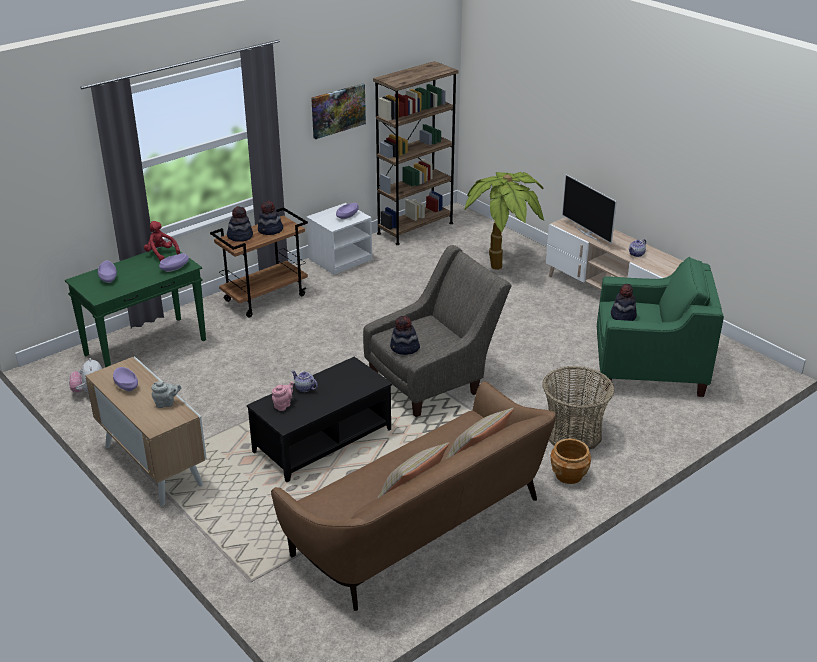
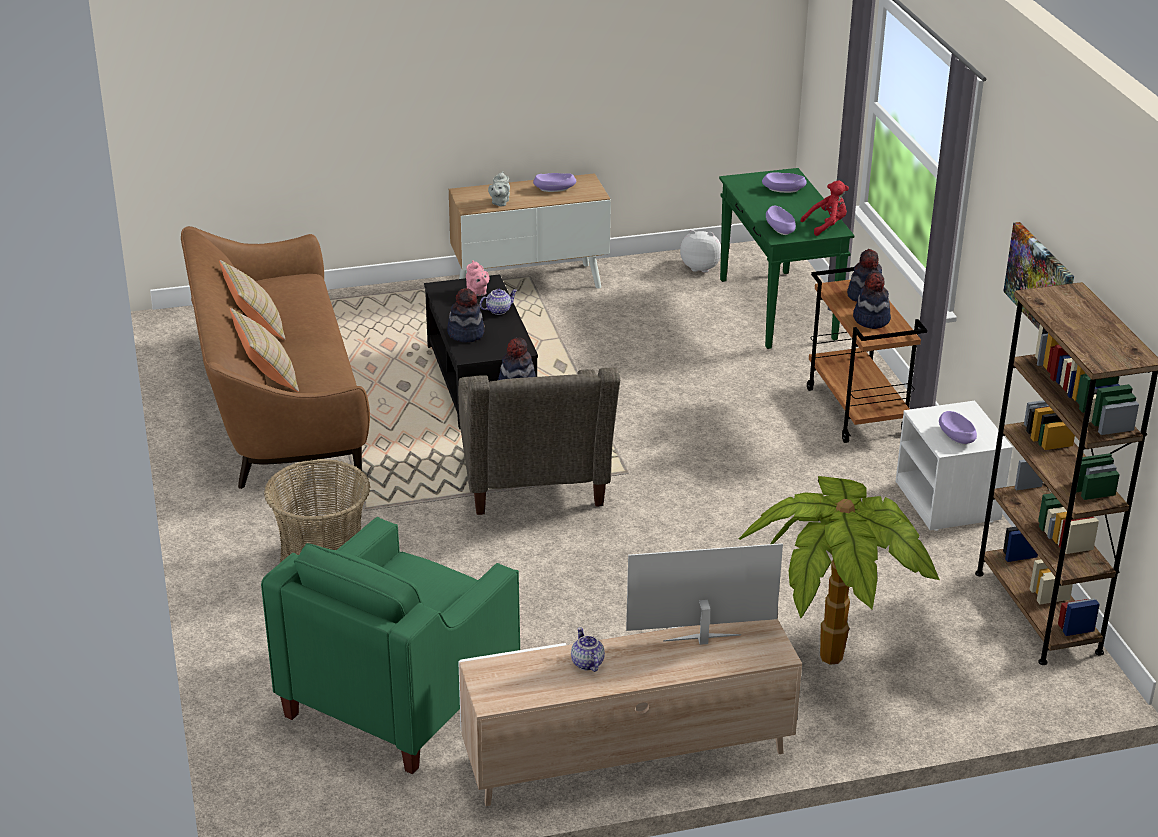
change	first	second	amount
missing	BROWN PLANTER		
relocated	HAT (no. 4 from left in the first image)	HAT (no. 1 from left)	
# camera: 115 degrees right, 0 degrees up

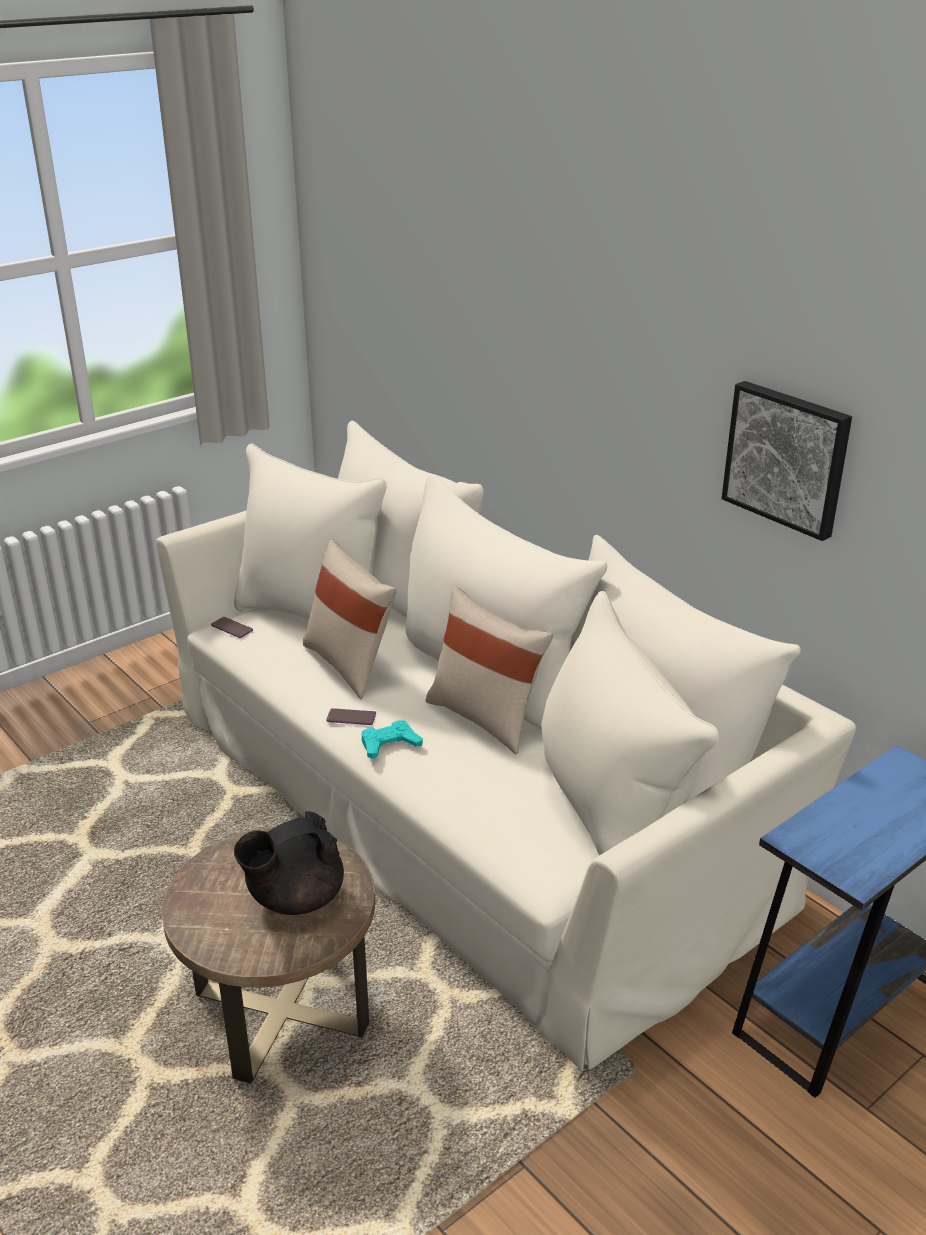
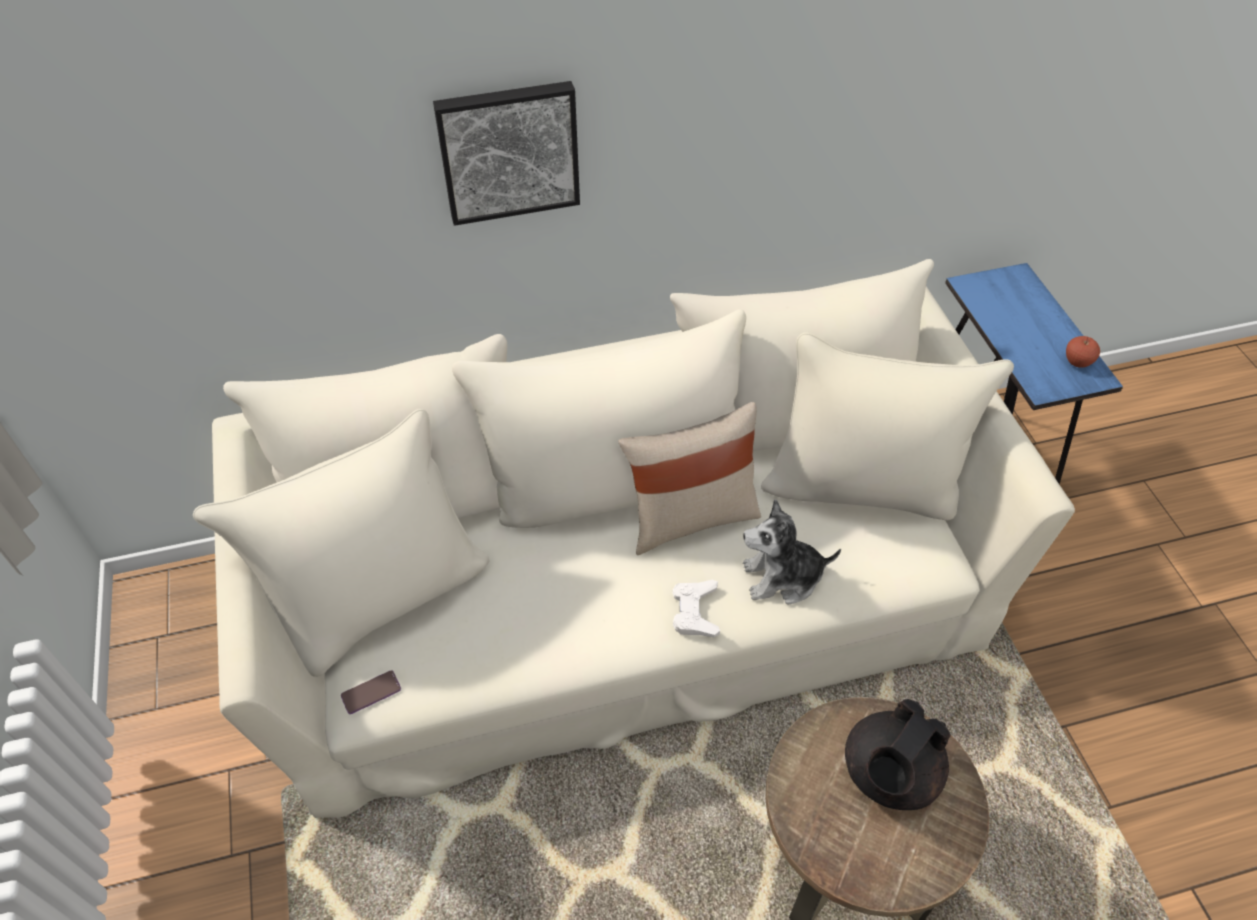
change	first	second	amount
spun	BLACK TEAPOT		45 degrees clockwise
missing	BEIGE PILLOW (no. 1 from left)		
missing	PHONE (no. 2 from left)		
colour	TURQUOISE GAME CONTROLLER	WHITE GAME CONTROLLER	
relocated	PICTURE		
appeared		PLUSH TOY	
appeared		APPLE	
# camera: 65 degrees left, 20 degrees up

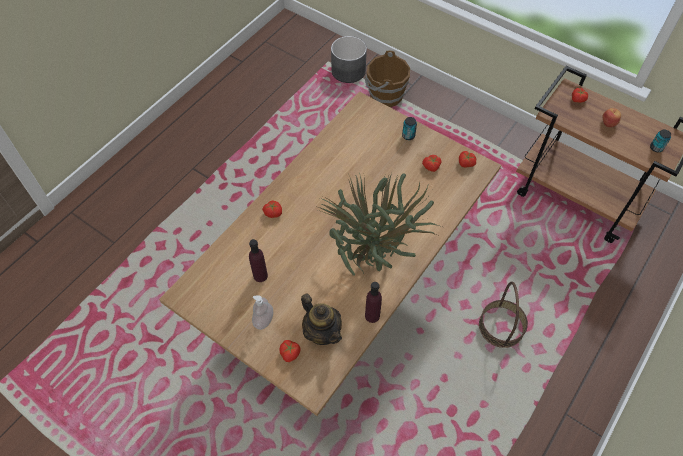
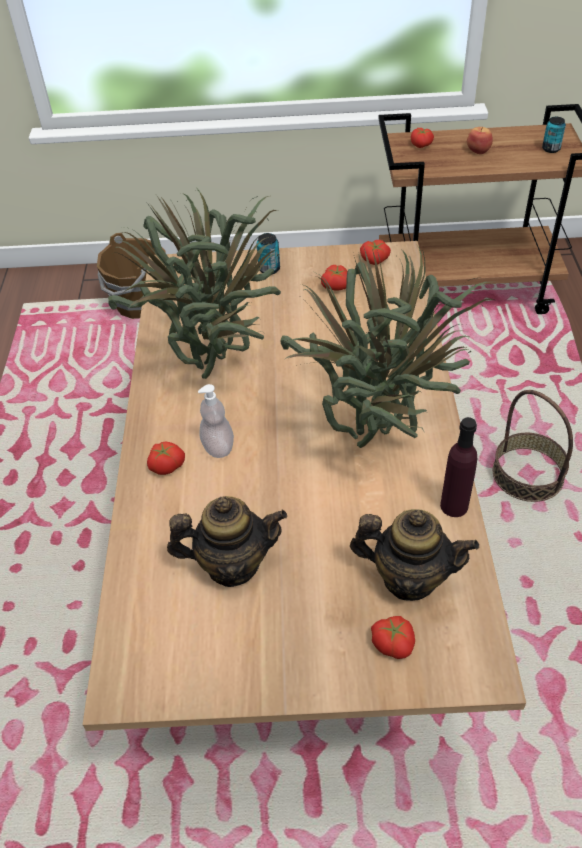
change	first	second	amount
exchanged	PURPLE BOTTLE (no. 1 from left)	TEAPOT (no. 1 from left)	
relocated	SOAP DISPENSER		
missing	GREY PLANTER		
appeared		POTTED PLANT (no. 1 from left)	
# camera: 35 degrees left, 10 degrees down

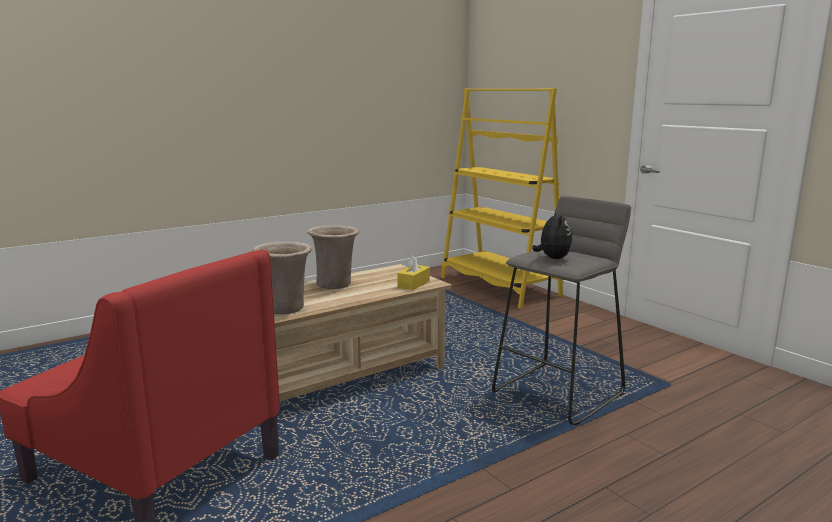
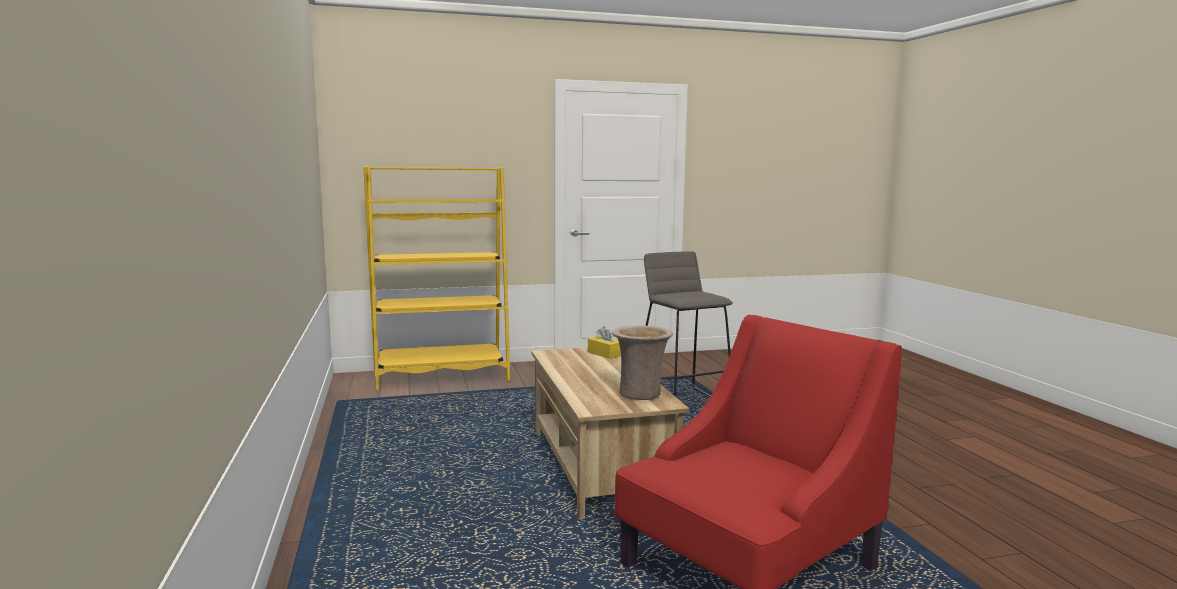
change	first	second	amount
missing	BEIGE VASE (no. 2 from left)		
missing	PLUSH TOY		
# camera: 70 degrees left, 5 degrees down

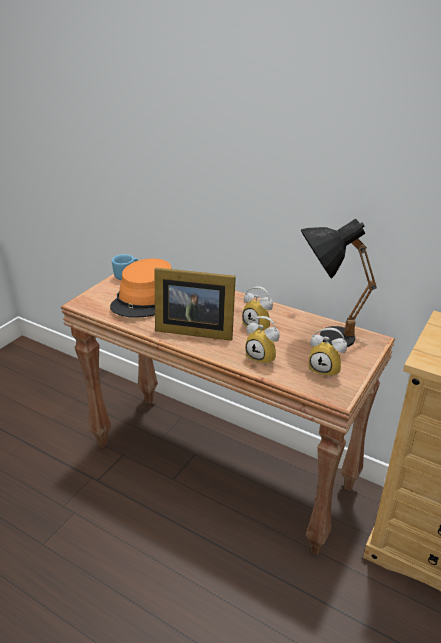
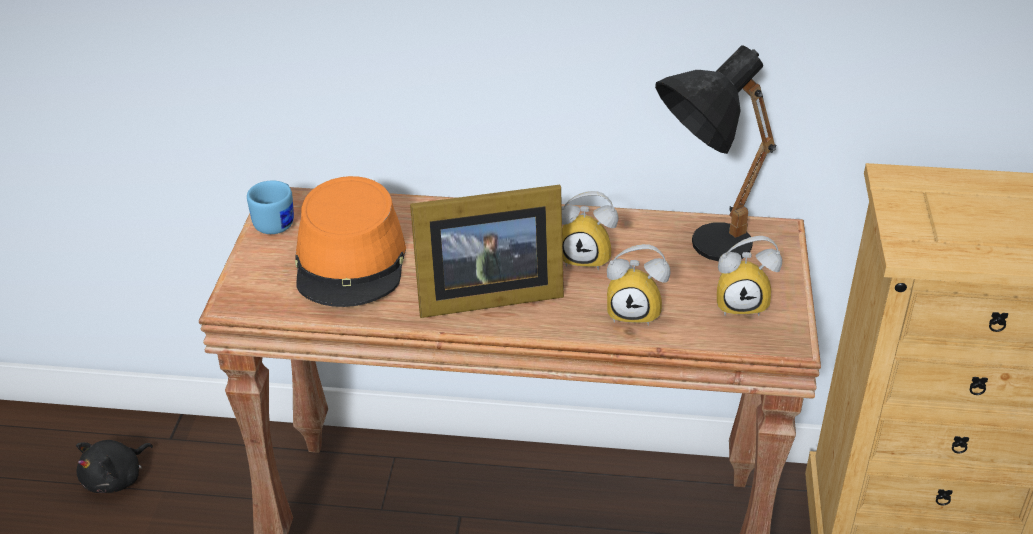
change	first	second	amount
appeared		BLACK PLUSH TOY	
# camera: 25 degrees left, 5 degrees up

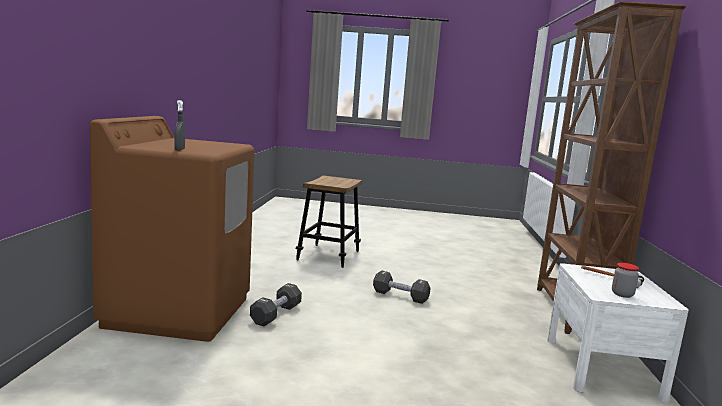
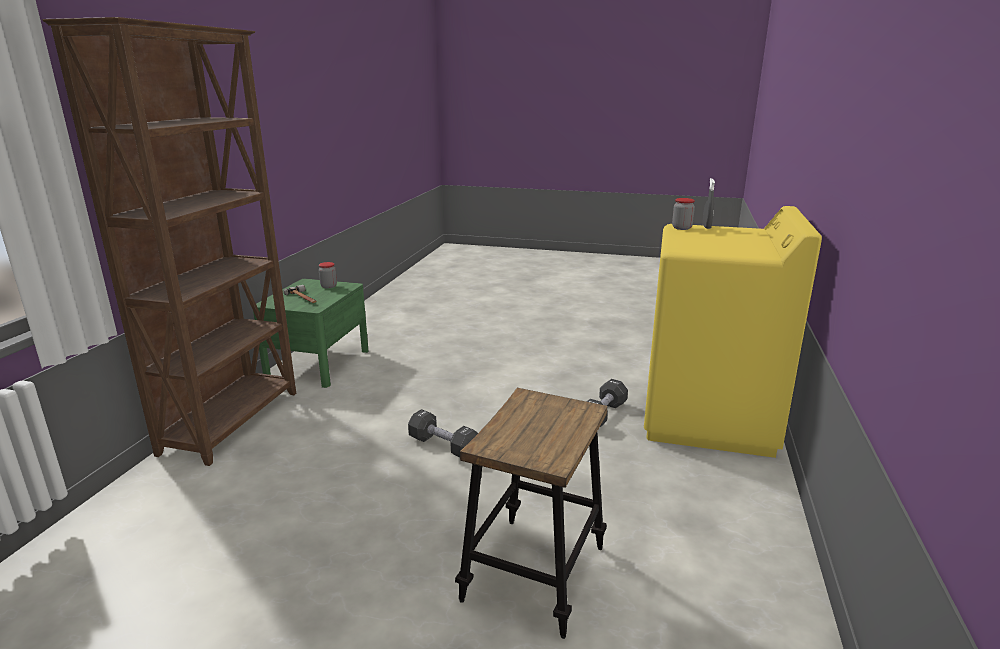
change	first	second	amount
colour	BROWN WASHING MACHINE	YELLOW WASHING MACHINE	
colour	WHITE NIGHTSTAND	GREEN NIGHTSTAND	
appeared		JAR (no. 2 from left)	
# camera: 170 degrees left, 10 degrees up

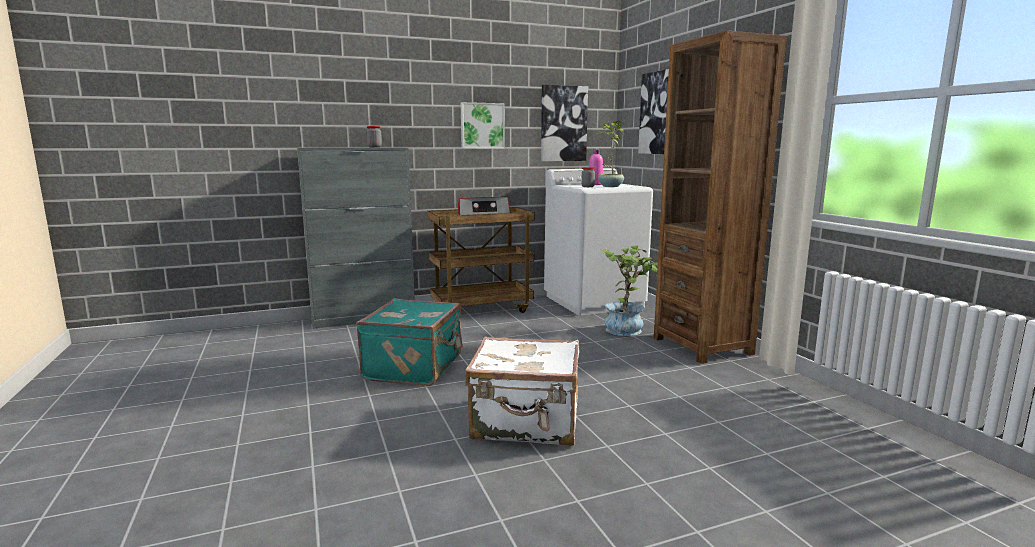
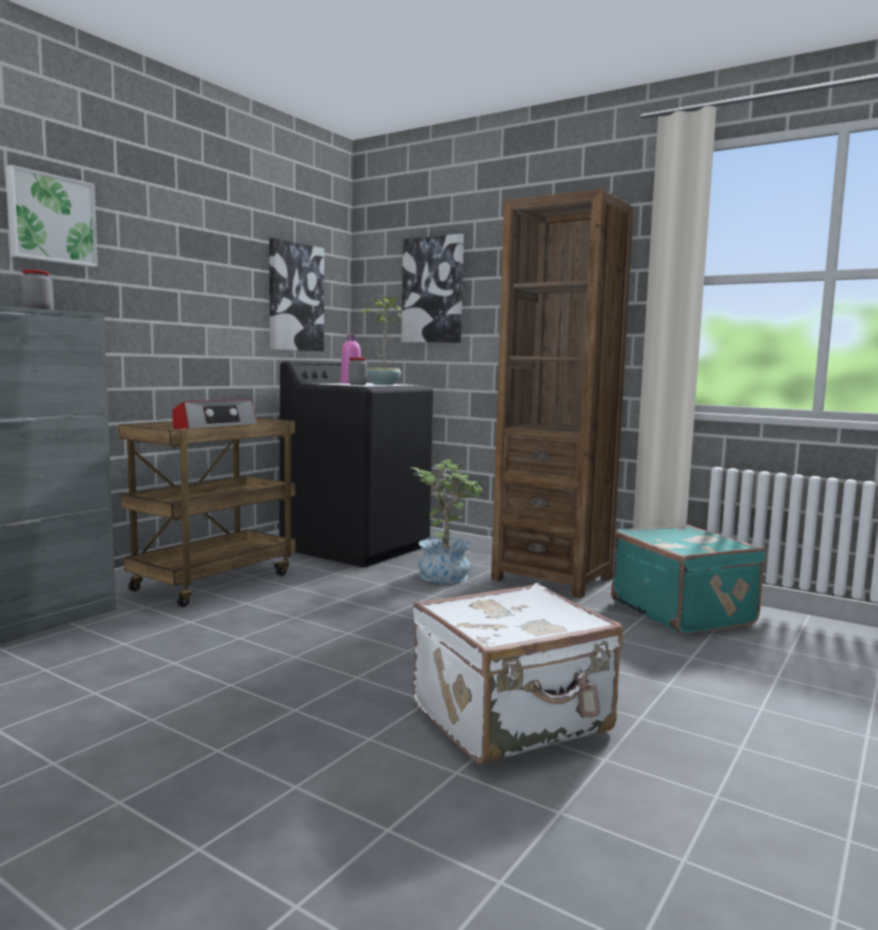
change	first	second	amount
relocated	TURQUOISE SUITCASE		
relocated	PICTURE (no. 1 from left)		
colour	WHITE WASHING MACHINE	BLACK WASHING MACHINE	
# camera: 35 degrees left, 5 degrees down

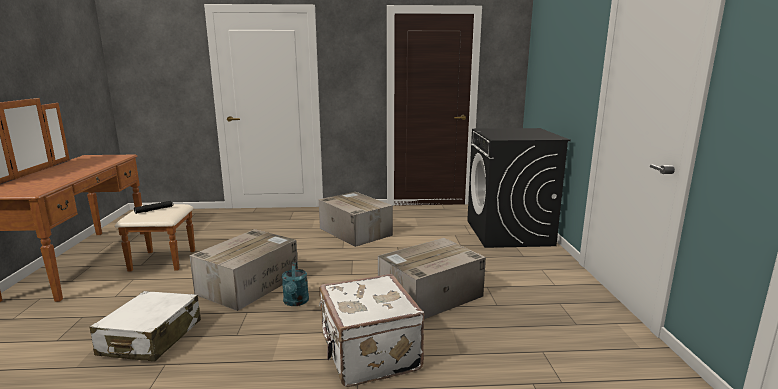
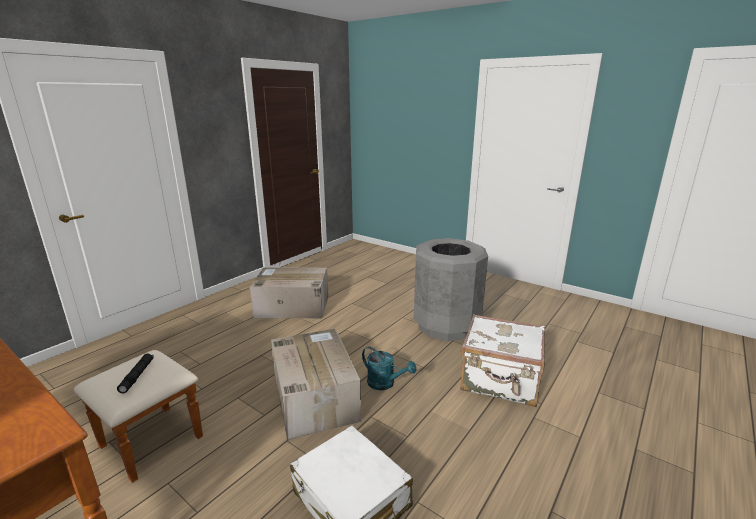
change	first	second	amount
exchanged	CARDBOARD BOX (no. 3 from left)	GREY TRASH CAN	
missing	BLACK WASHING MACHINE		
# camera: 50 degrees left, 5 degrees up

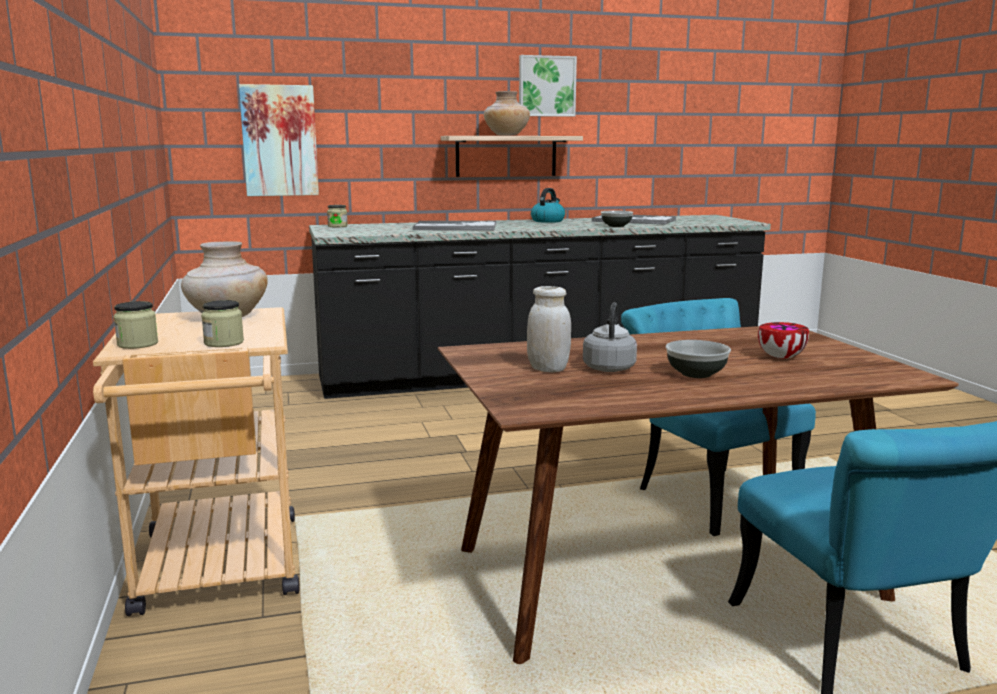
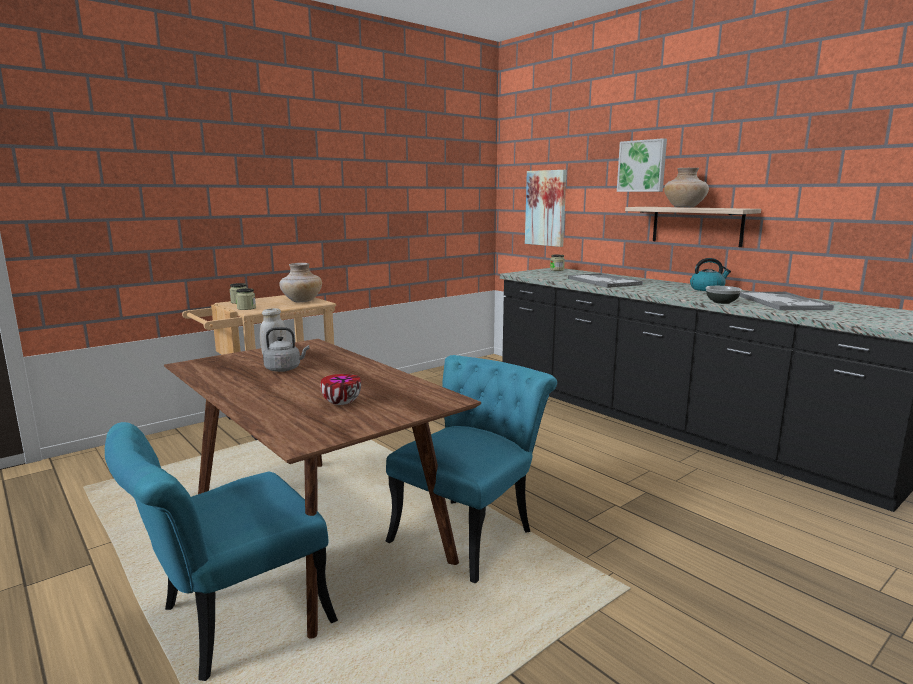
change	first	second	amount
relocated	PICTURE (no. 2 from left)		
missing	BOWL (no. 2 from left)		
# camera: 65 degrees right, 0 degrees up

